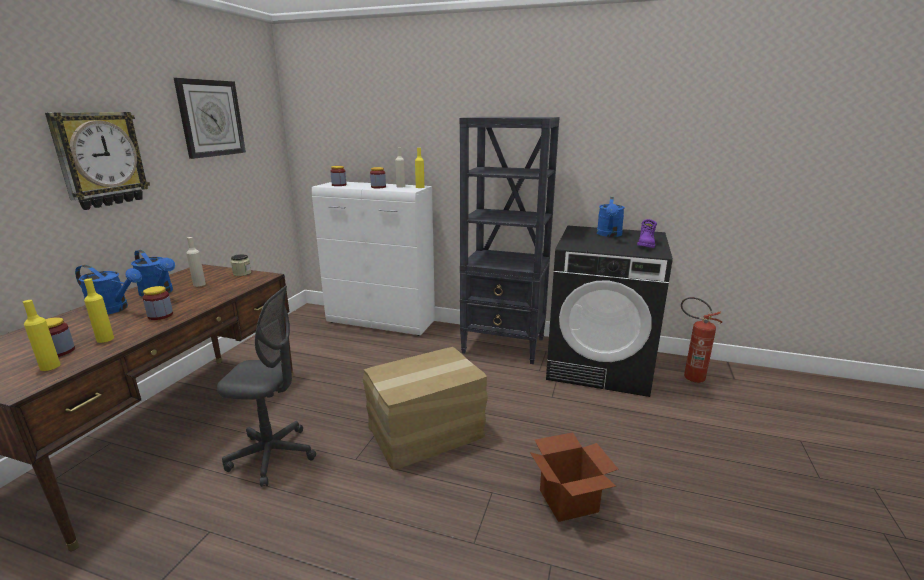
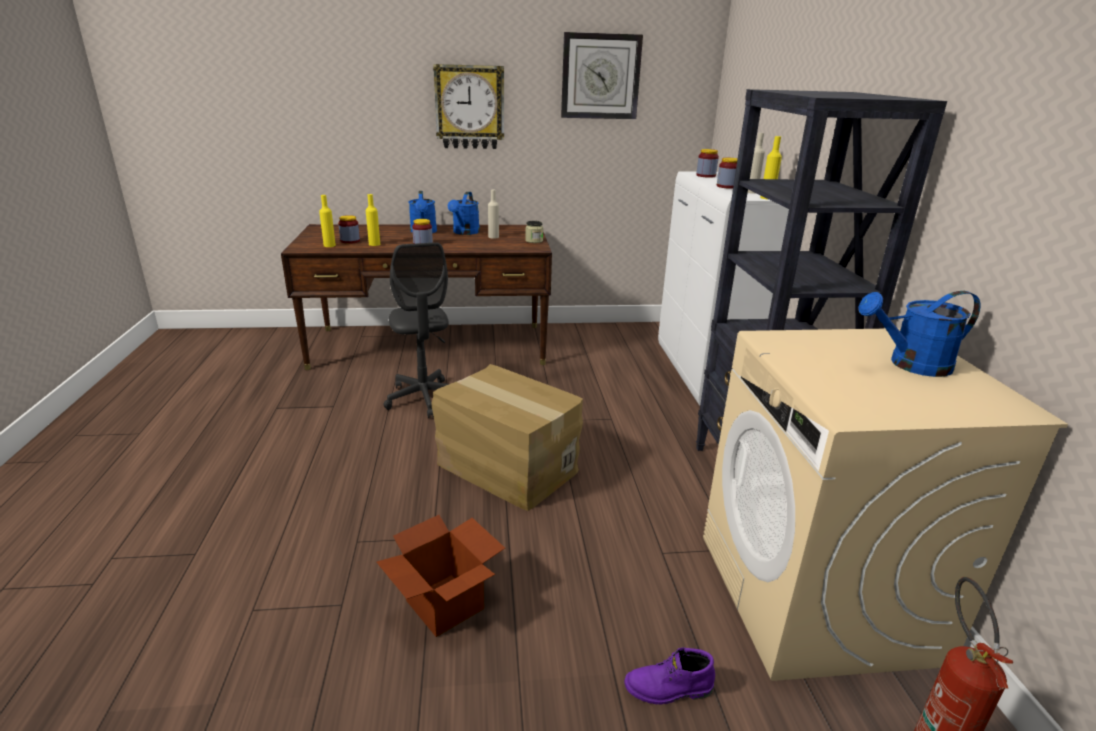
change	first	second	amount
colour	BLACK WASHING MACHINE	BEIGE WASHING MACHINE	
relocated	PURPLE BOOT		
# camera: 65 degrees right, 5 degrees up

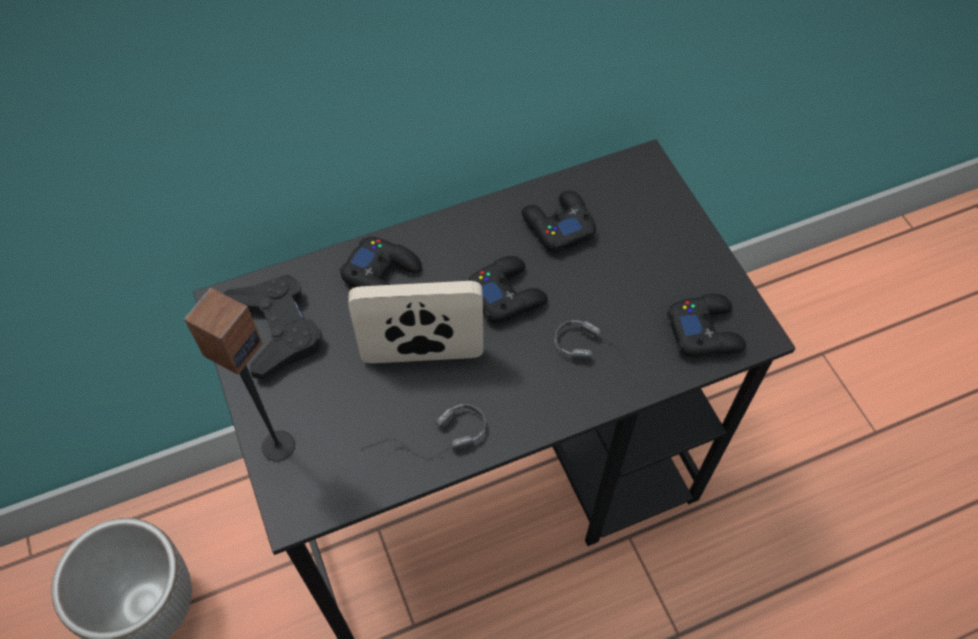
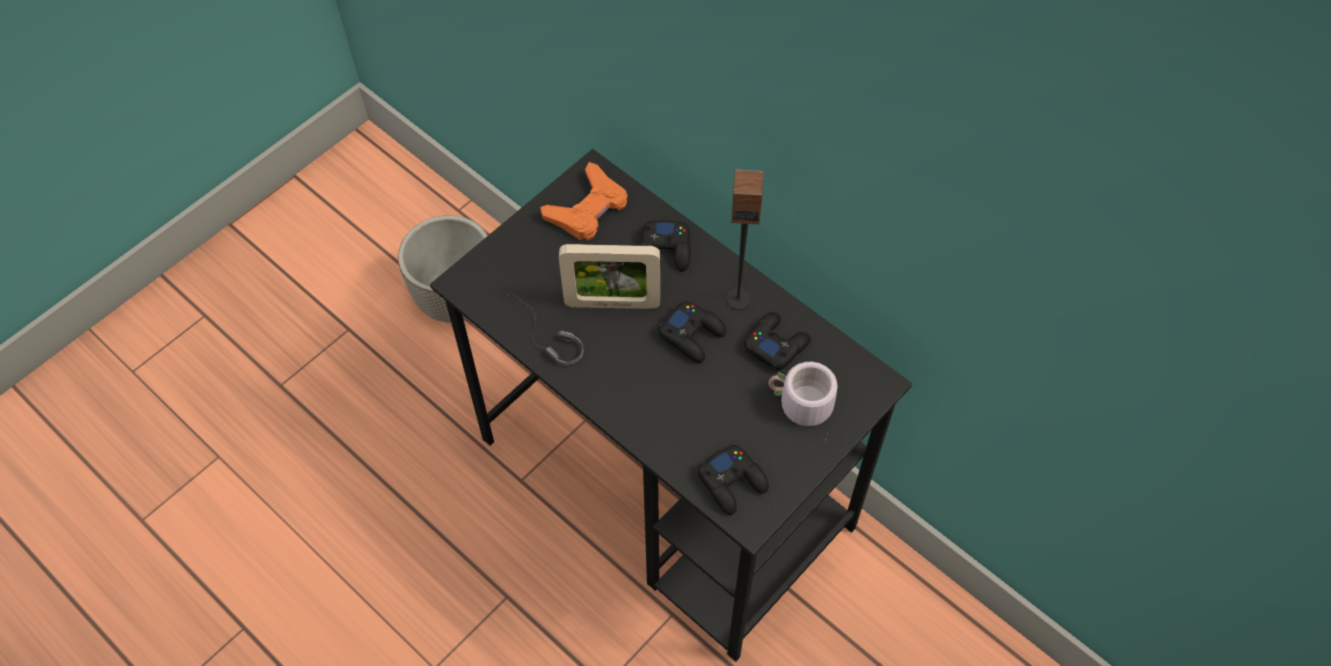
change	first	second	amount
relocated	SPEAKER		
colour	BLACK GAME CONTROLLER (no. 1 from left)	ORANGE GAME CONTROLLER	
spun	PICTURE FRAME		120 degrees clockwise
missing	HEADPHONES (no. 2 from left)		
appeared		GREY MUG	
# camera: 65 degrees right, 0 degrees up

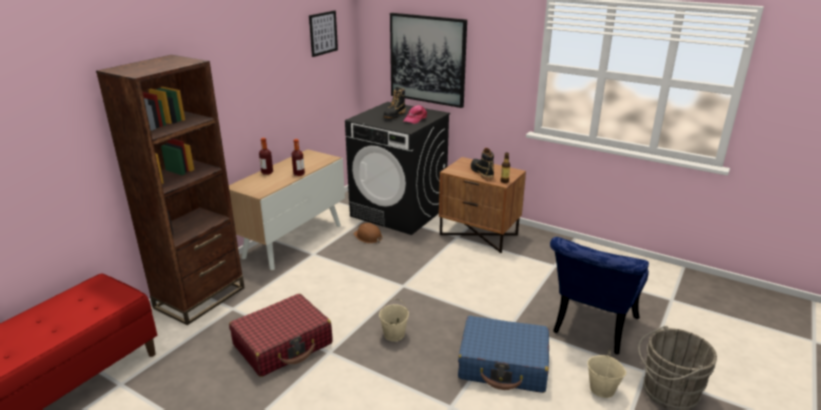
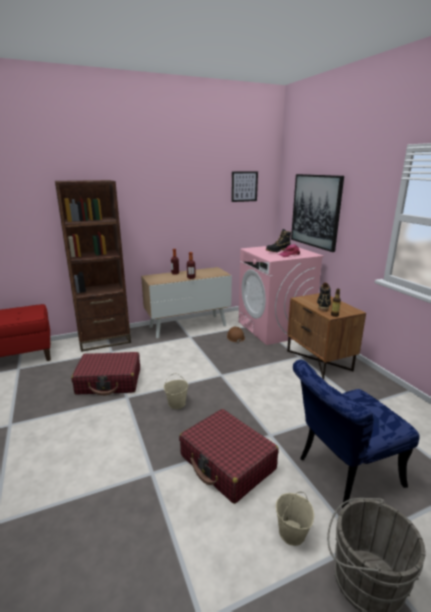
change	first	second	amount
colour	BLACK WASHING MACHINE	PINK WASHING MACHINE	
colour	BLUE SUITCASE	RED SUITCASE (no. 2 from left)	
# camera: 35 degrees right, 5 degrees down

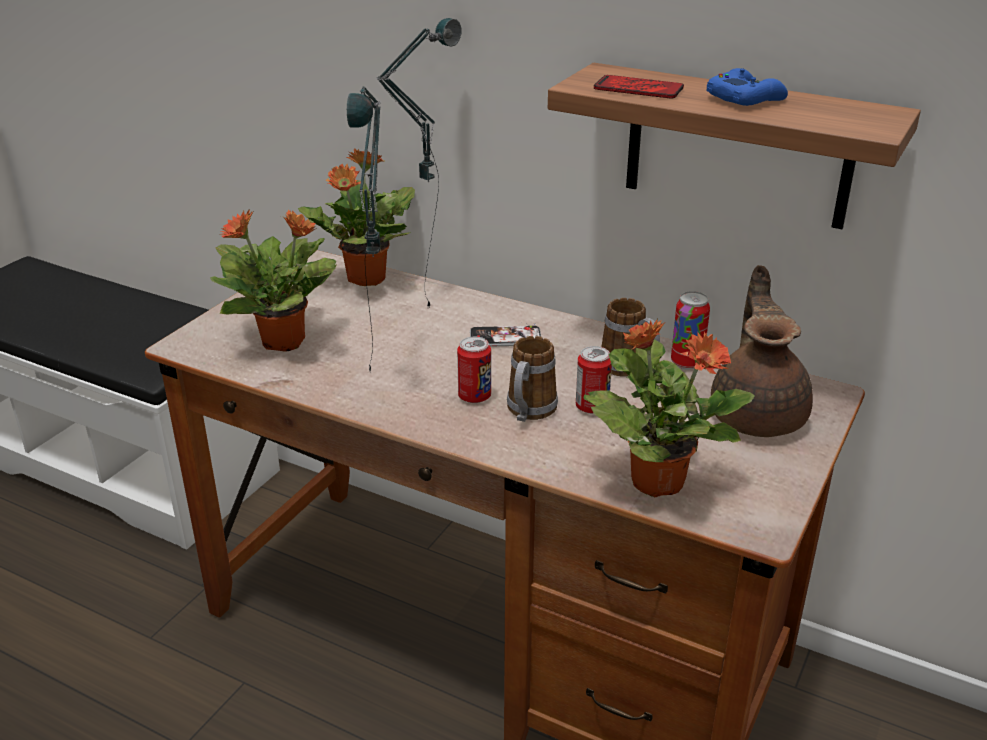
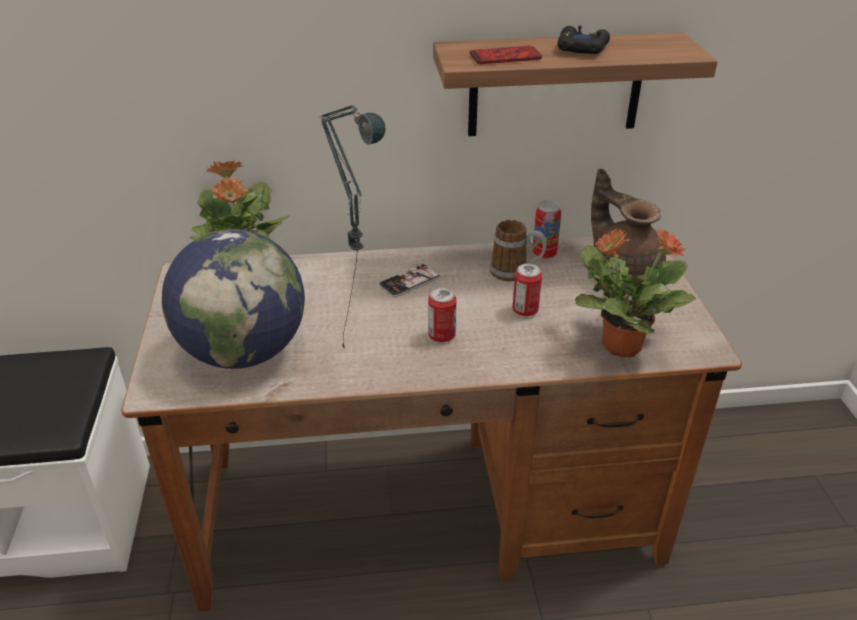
change	first	second	amount
exchanged	POTTED PLANT (no. 1 from left)	GLOBE	
missing	TABLE LAMP (no. 2 from left)		
missing	MUG (no. 1 from left)		
colour	BLUE GAME CONTROLLER	BLACK GAME CONTROLLER	
# camera: 35 degrees left, 5 degrees up

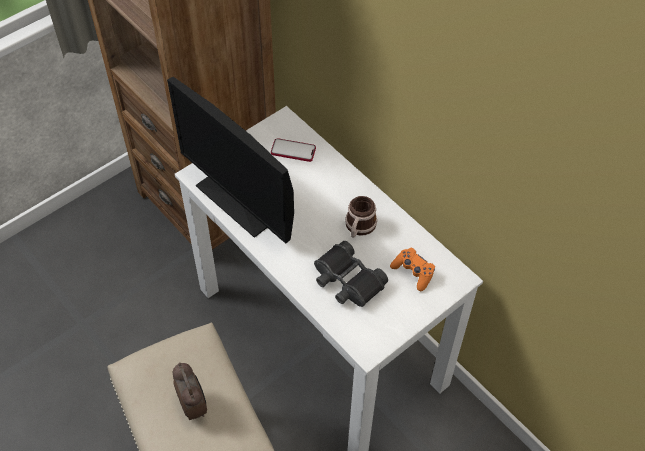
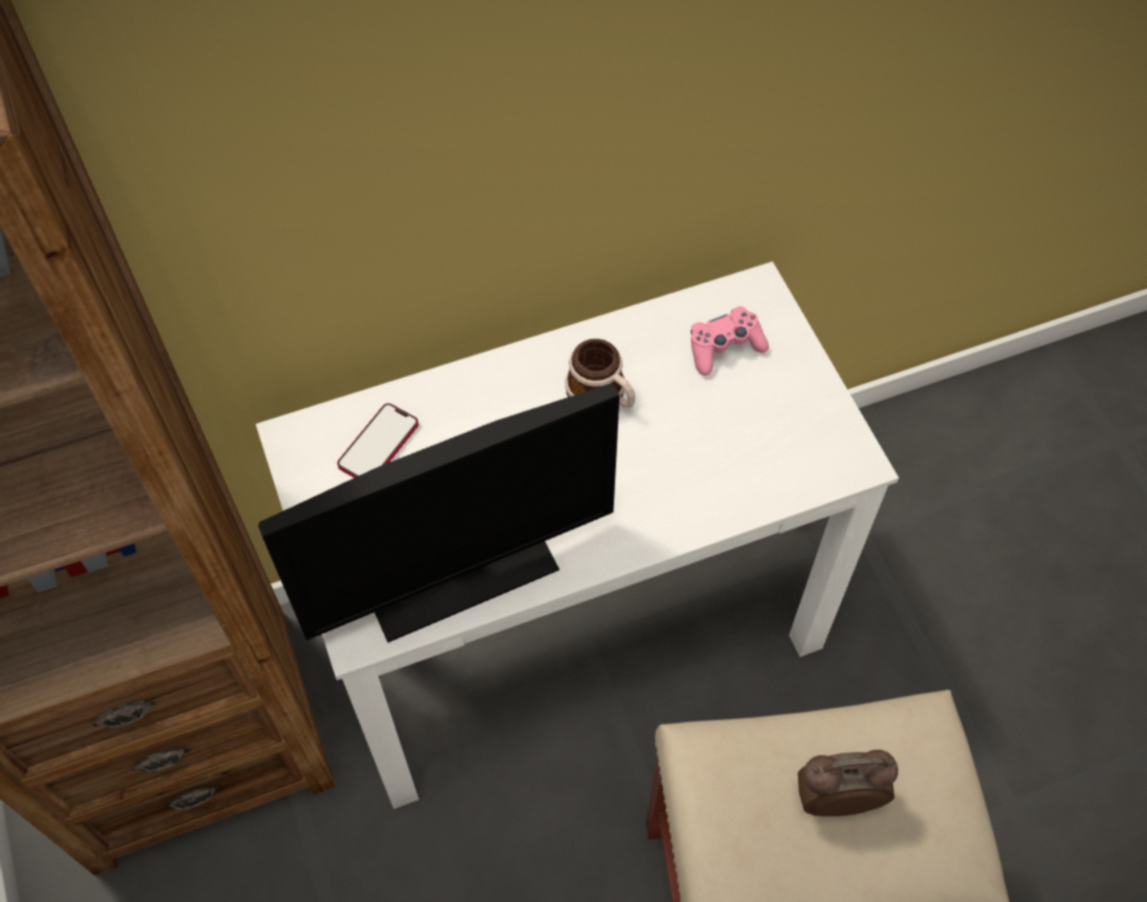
change	first	second	amount
missing	BLACK BINOCULARS		
colour	ORANGE GAME CONTROLLER	PINK GAME CONTROLLER	
# camera: 70 degrees left, 5 degrees up

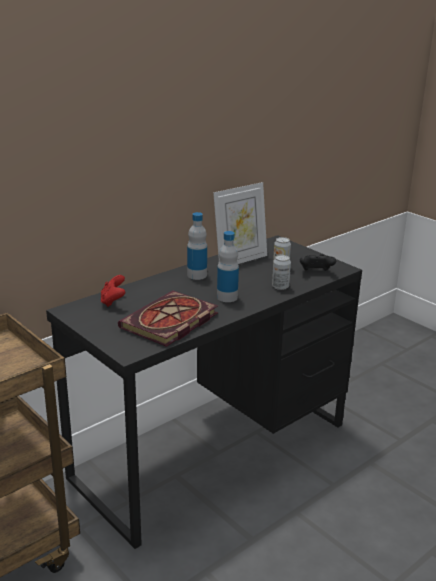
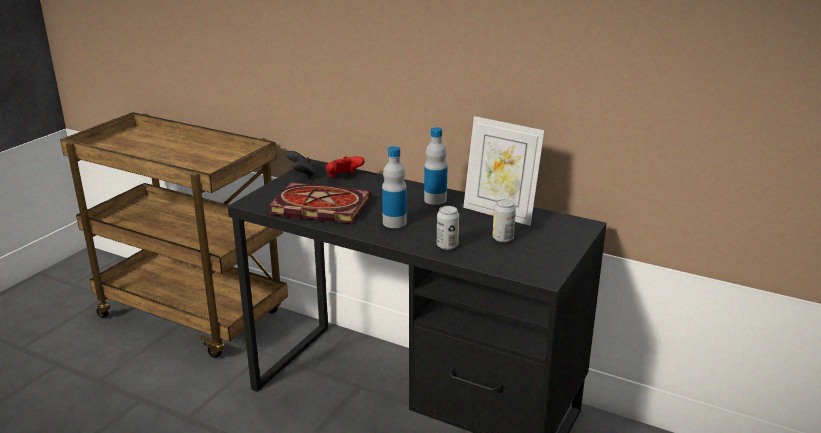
change	first	second	amount
relocated	BLACK GAME CONTROLLER		
# camera: 70 degrees right, 0 degrees up

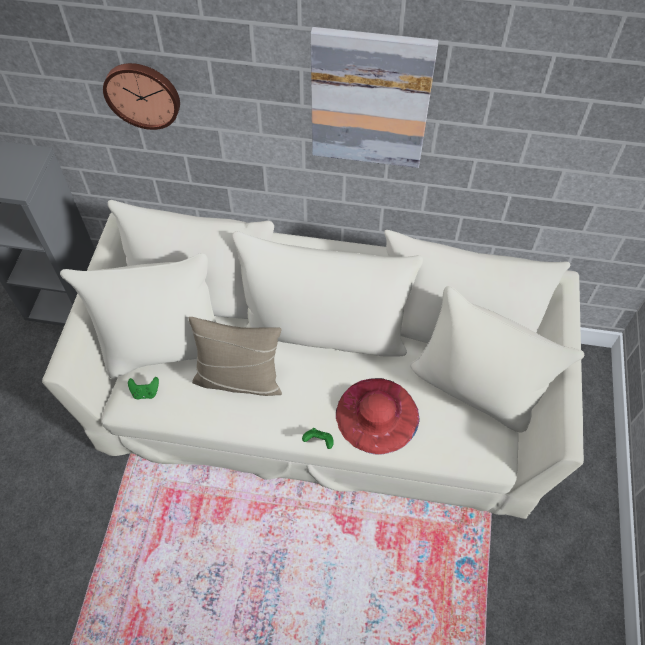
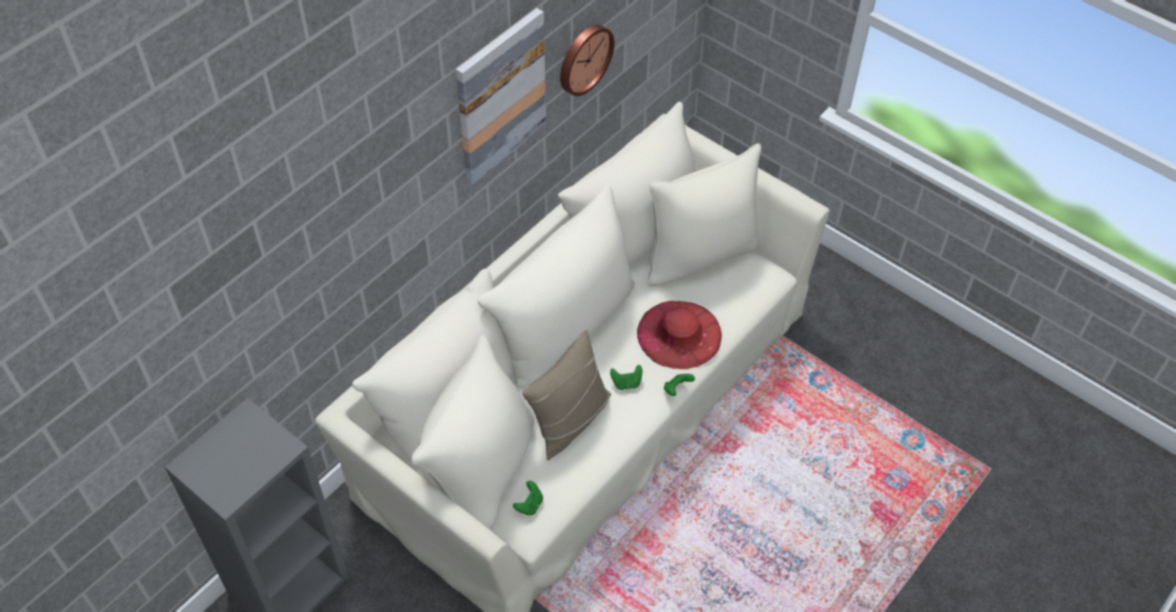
change	first	second	amount
relocated	WALL CLOCK		
appeared		GREEN GAME CONTROLLER (no. 2 from left)	
# camera: 60 degrees left, 5 degrees down

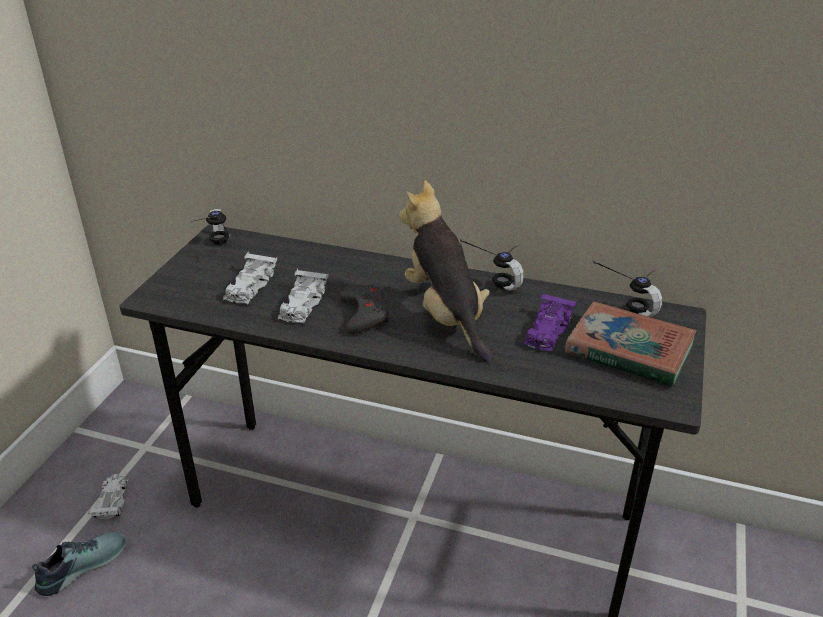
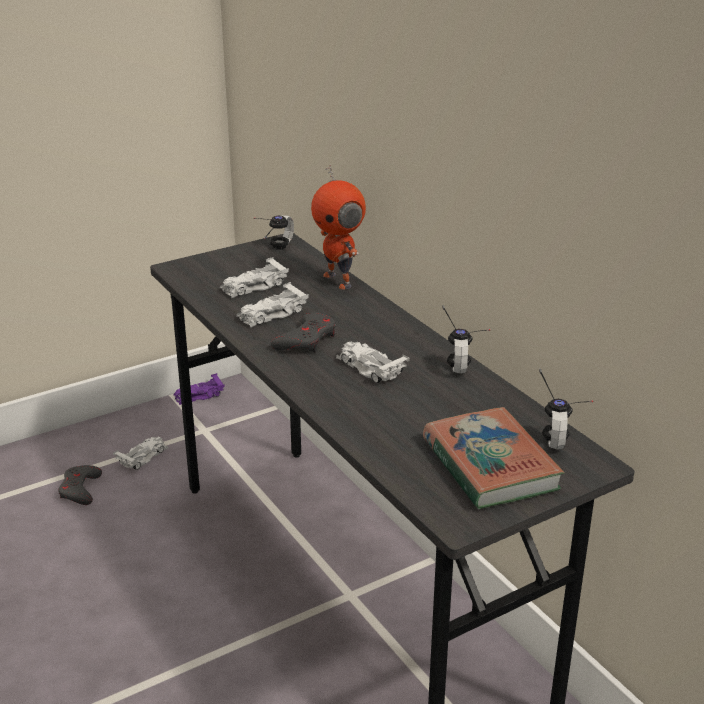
change	first	second	amount
exchanged	SHOE	GREY GAME CONTROLLER (no. 1 from left)	
exchanged	PLUSH TOY	WHITE TOY CAR (no. 4 from left)	
relocated	PURPLE TOY CAR		
appeared		TOY ROBOT	
# camera: 40 degrees right, 5 degrees down

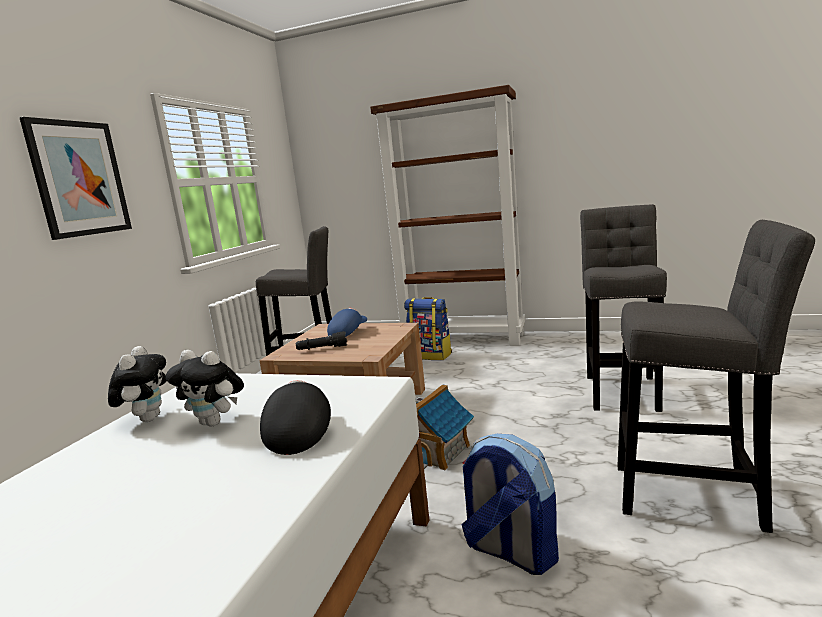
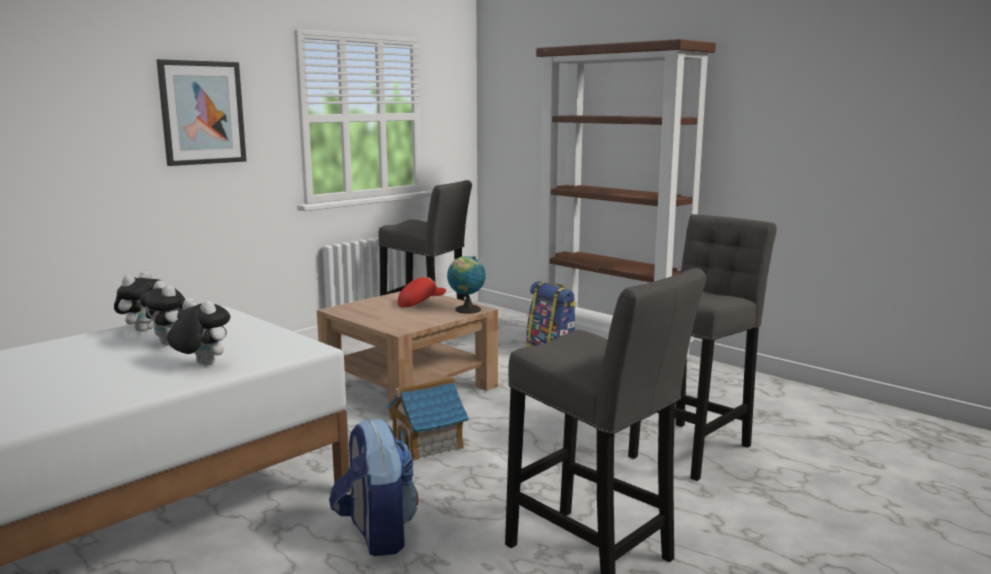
change	first	second	amount
exchanged	BLACK CAP	PLUSH TOY (no. 3 from left)	
missing	BLACK FLASHLIGHT		
colour	BLUE CAP	RED CAP	
appeared		GLOBE	
# camera: 25 degrees right, 0 degrees up

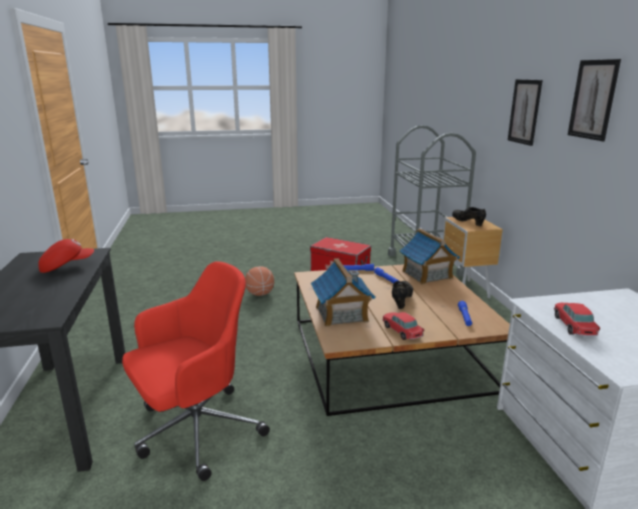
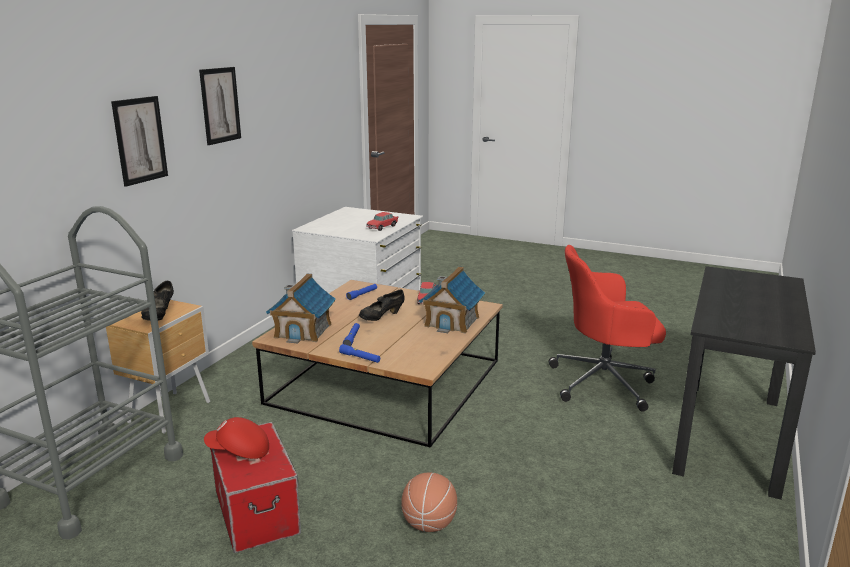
change	first	second	amount
relocated	RED CAP		
# camera: 145 degrees left, 0 degrees up

